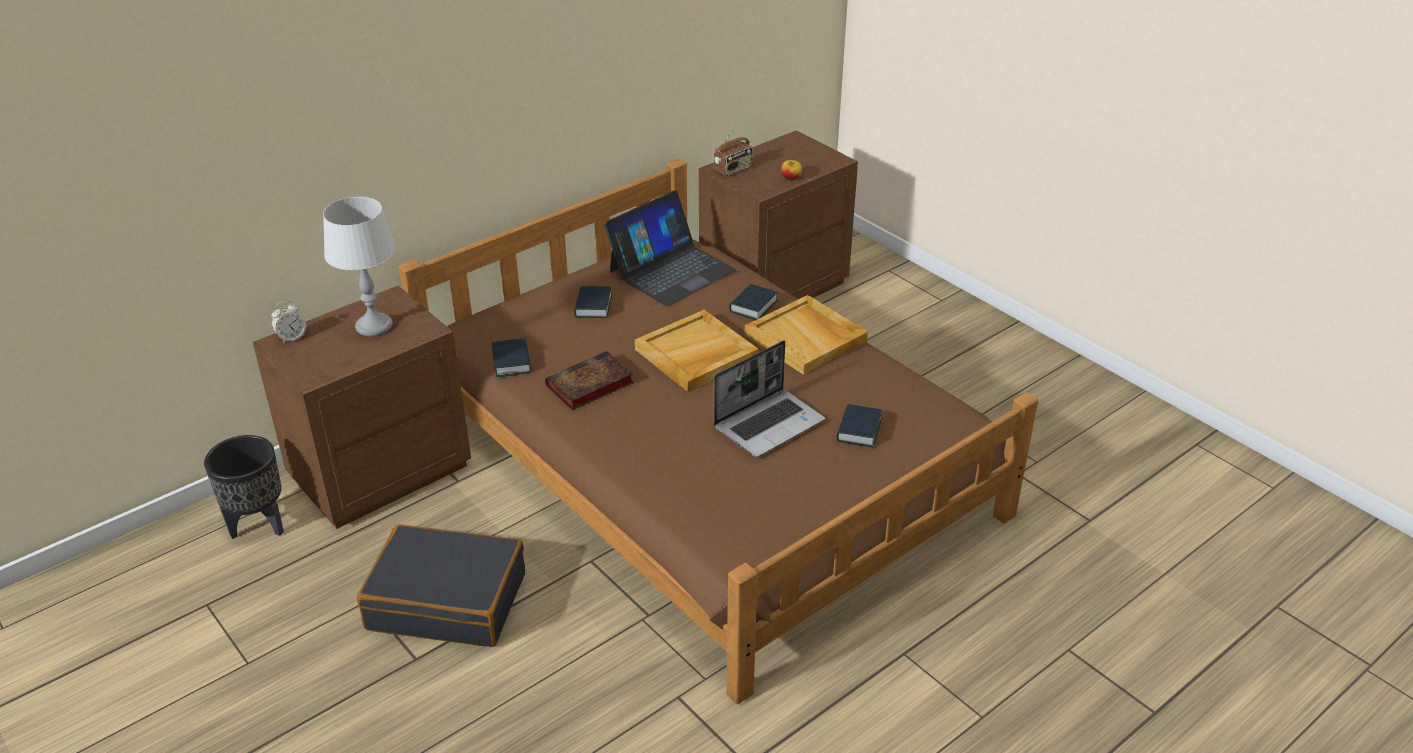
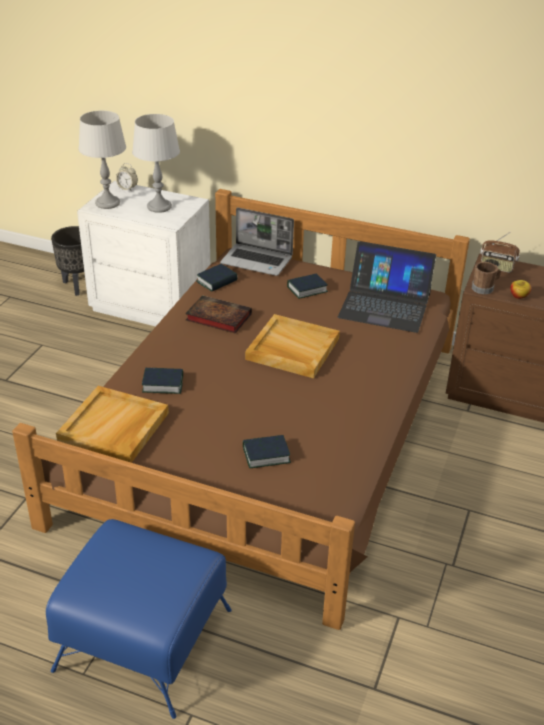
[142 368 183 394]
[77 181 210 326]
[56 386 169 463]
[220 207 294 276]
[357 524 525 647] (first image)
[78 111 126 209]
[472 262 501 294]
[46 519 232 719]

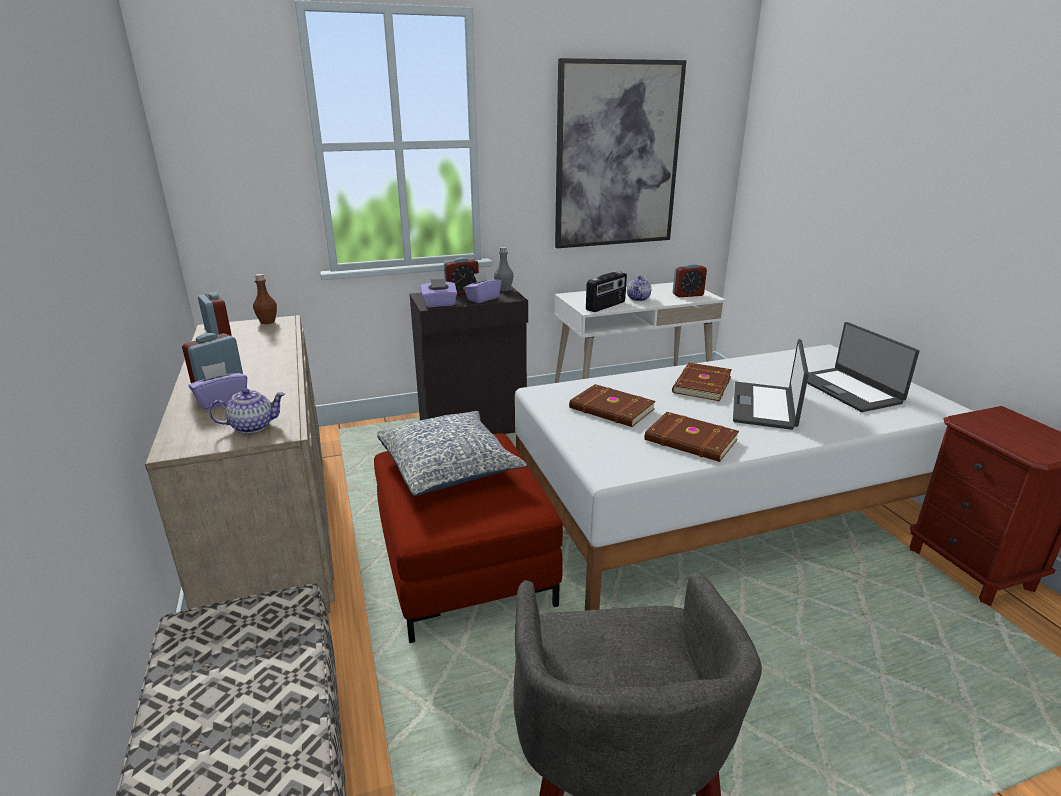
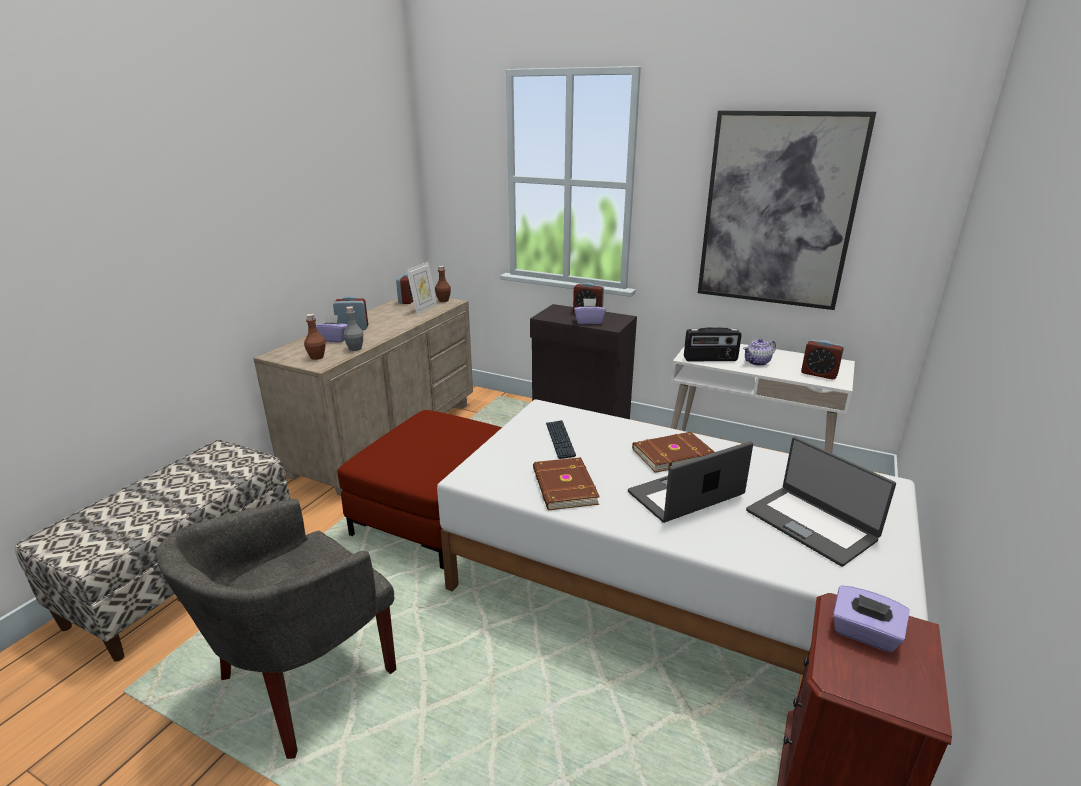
[344 306 363 351]
[833 585 910 652]
[746 437 896 567]
[546 420 576 459]
[304 314 326 360]
[377 411 527 496] (first image)
[407 262 437 314]

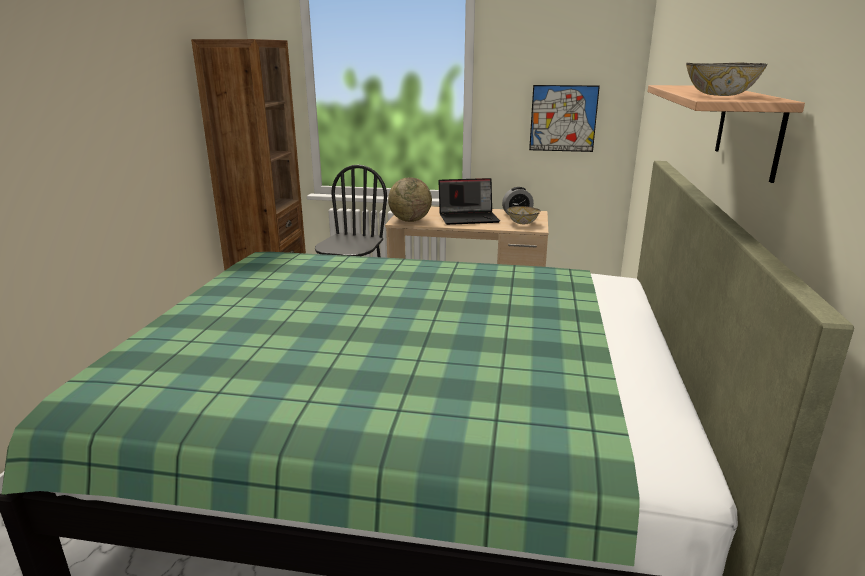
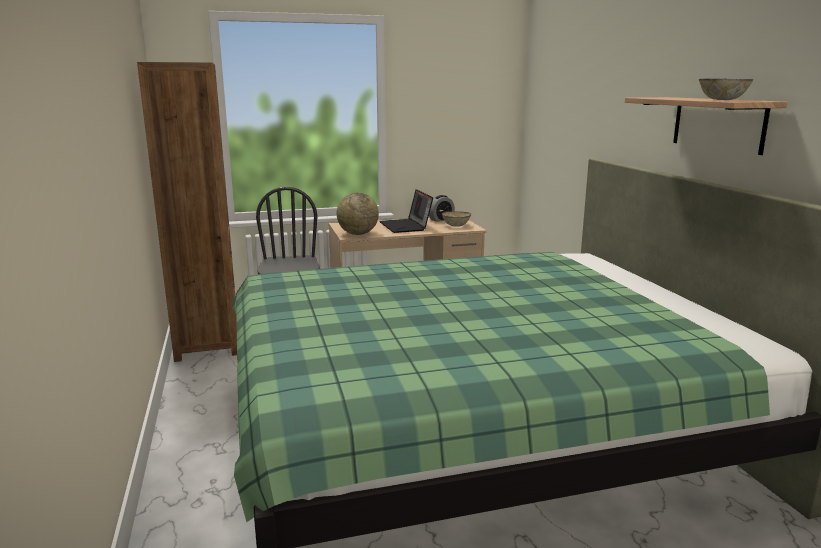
[529 85 600 152] (first image)
[379 189 433 233]

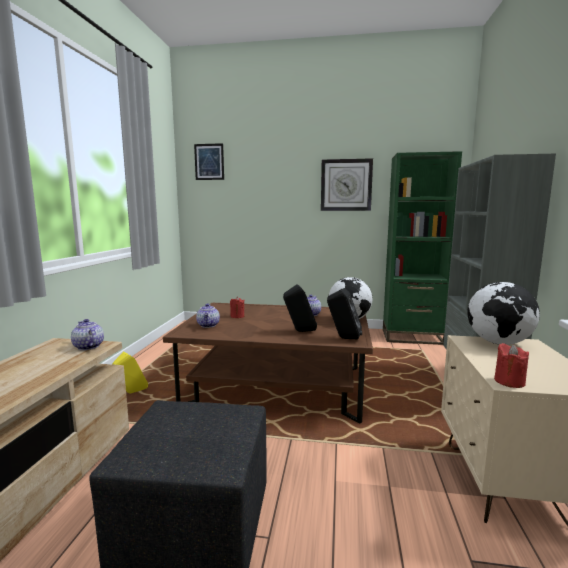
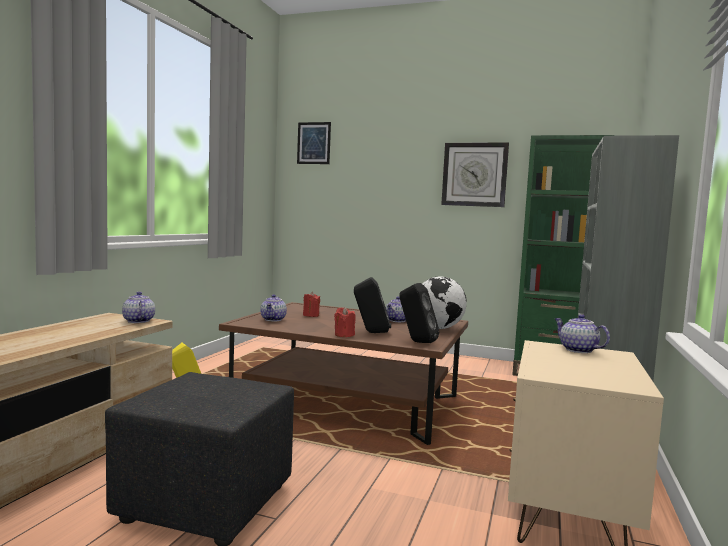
[555 314 610 353]
[334 307 355 337]

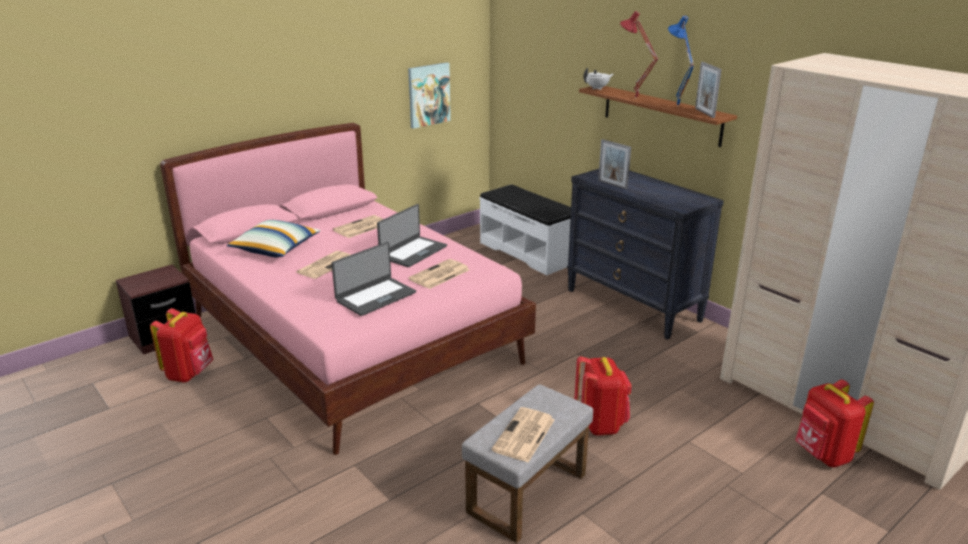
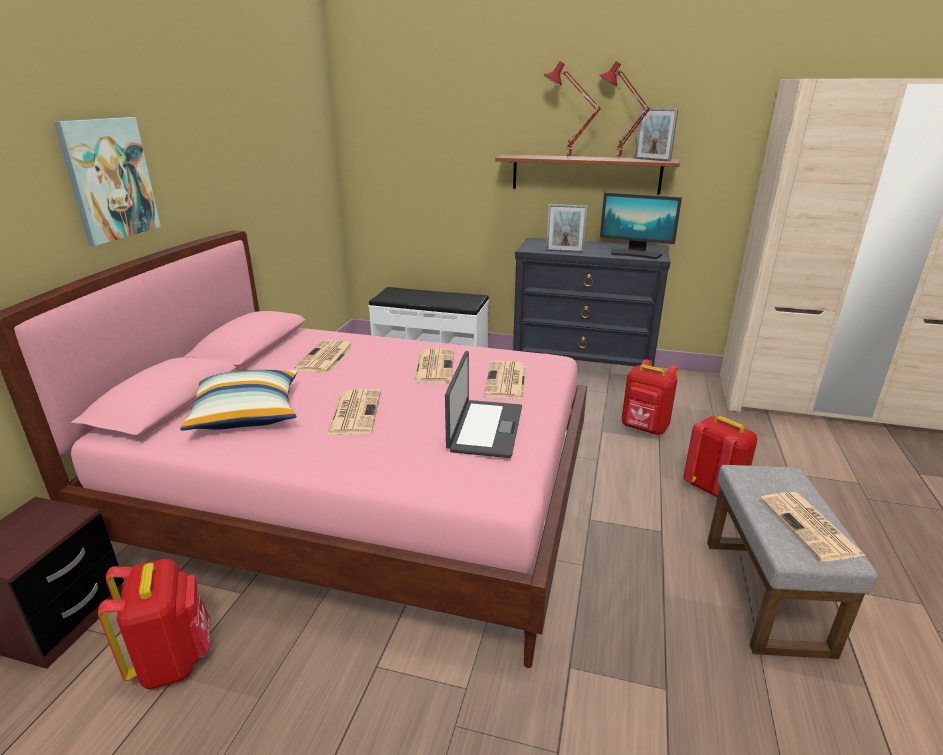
[599 61 651 159]
[54 117 161 246]
[583 68 613 90] (first image)
[413 348 454 383]
[622 359 678 435]
[600 193 682 259]

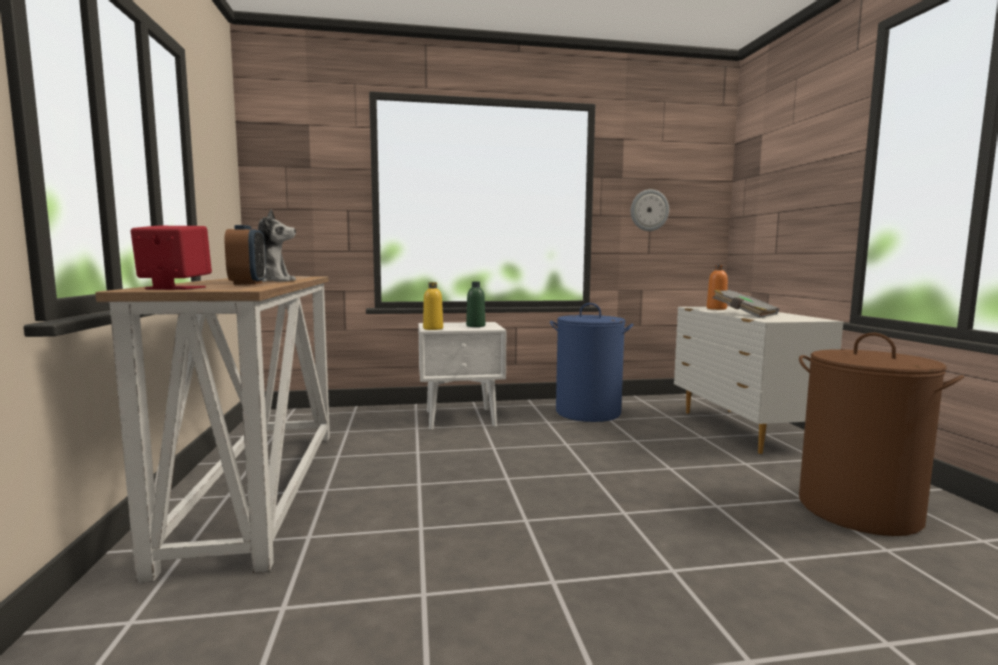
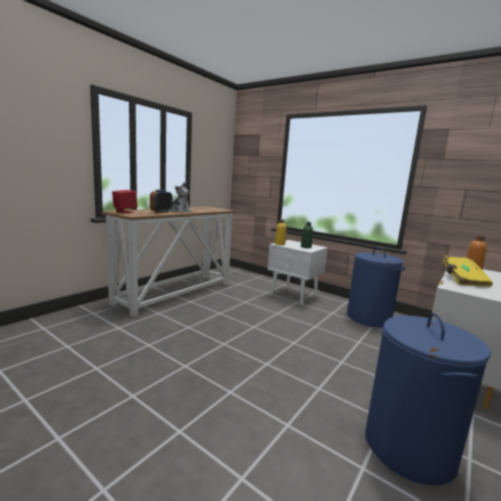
[631 189 669 231] (first image)
[442 255 493 287]
[365 313 491 485]

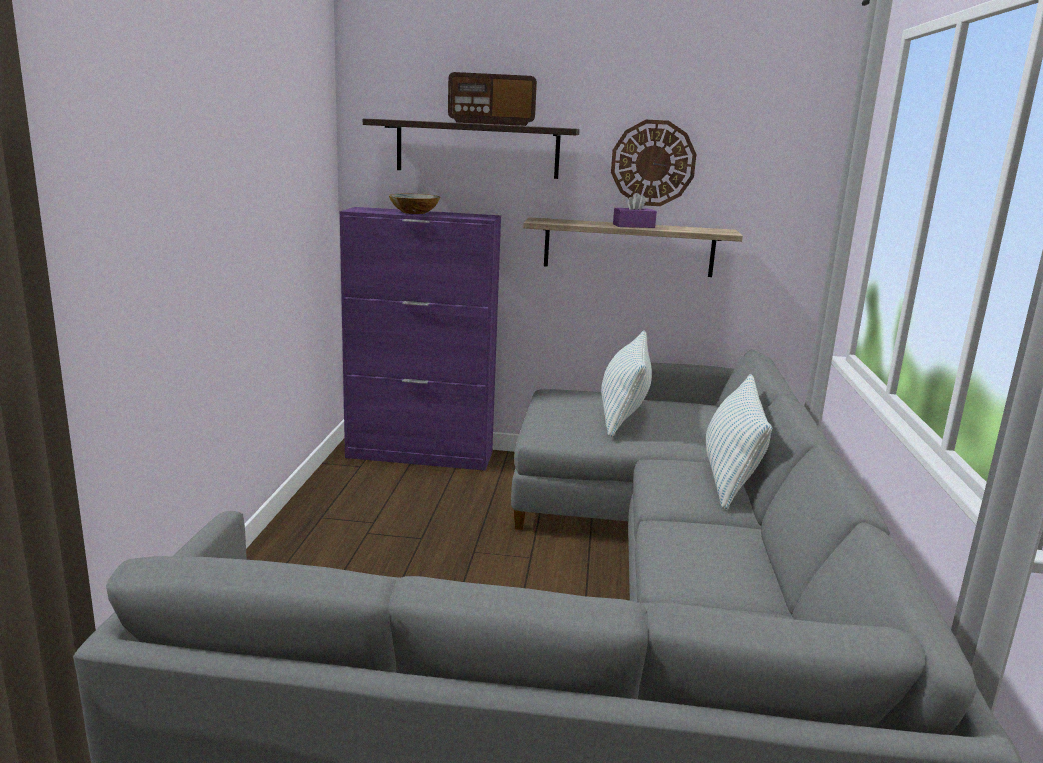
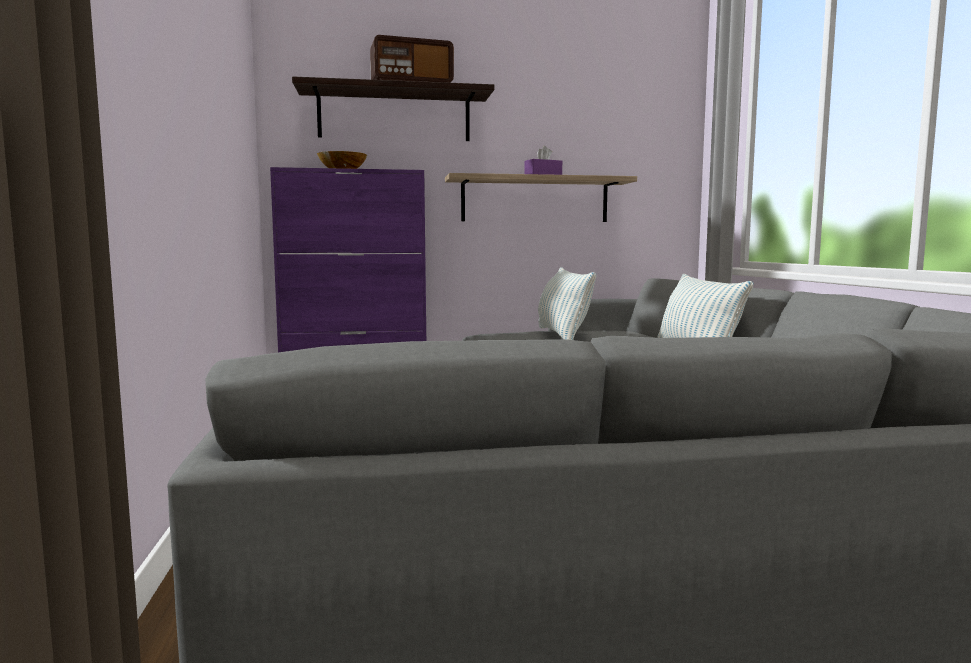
[611 120 696 206] (first image)

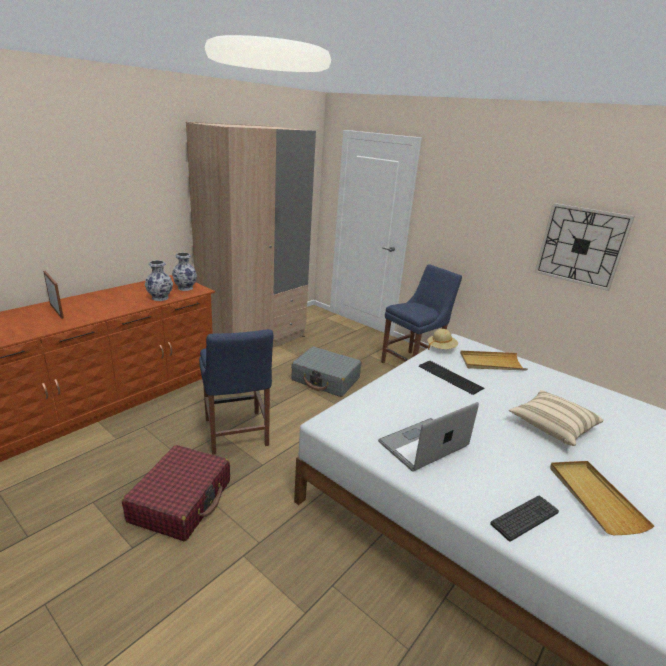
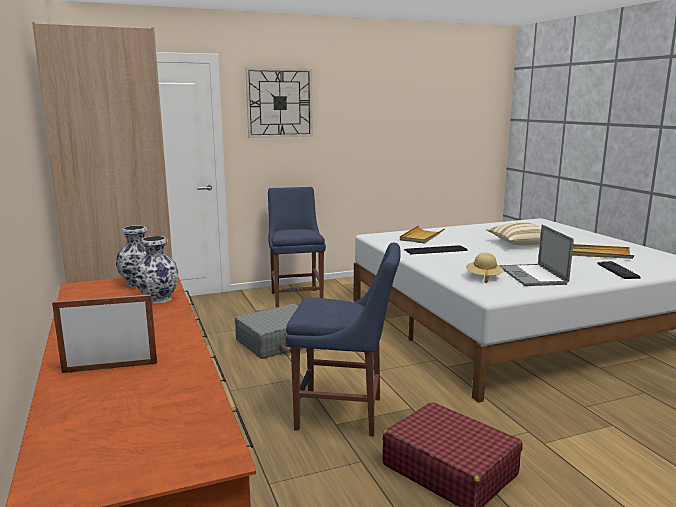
[246 67 313 138]
[466 253 503 283]

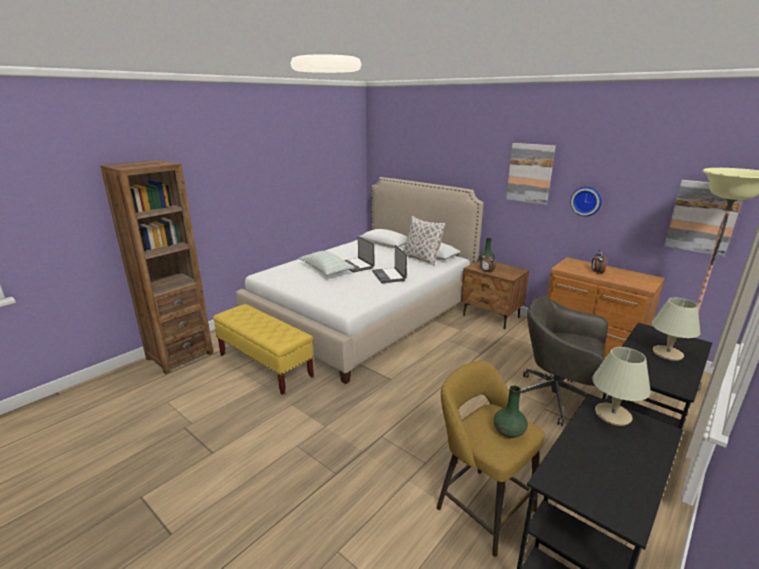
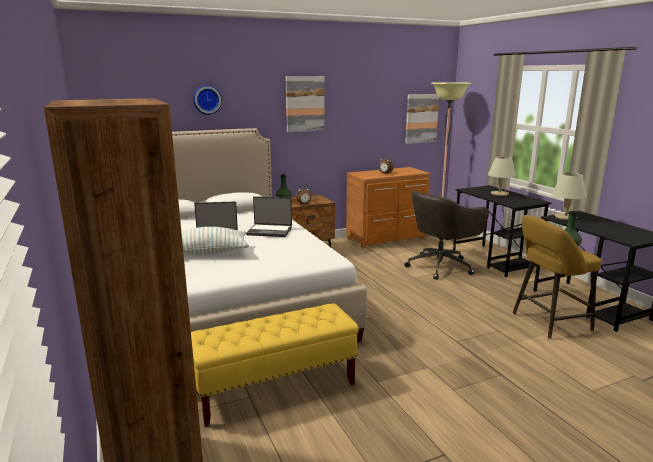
[193 85 222 115]
[403 216 446 265] (first image)

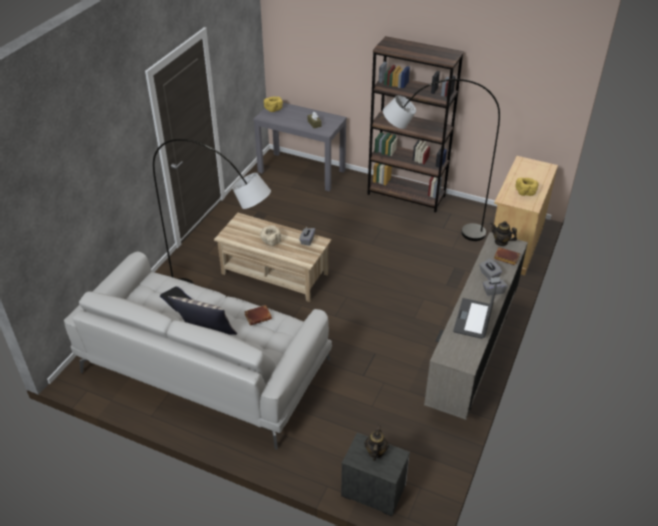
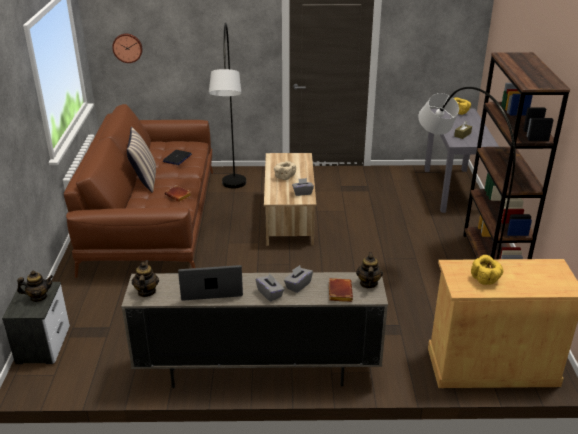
[64 104 213 278]
[112 33 143 63]
[132 260 159 297]

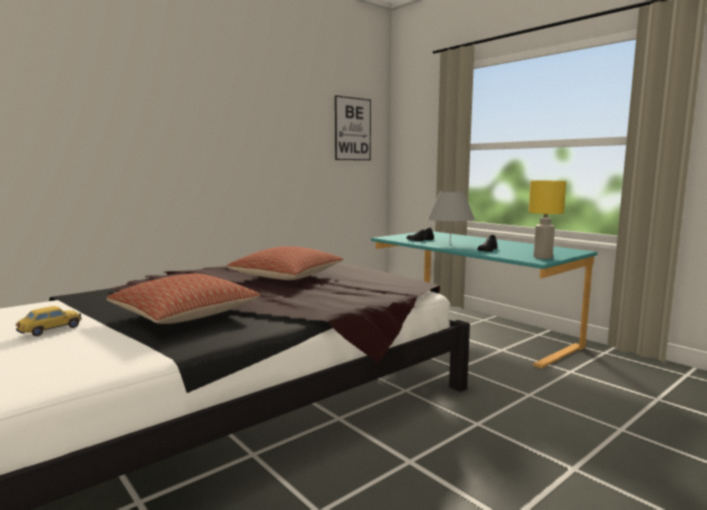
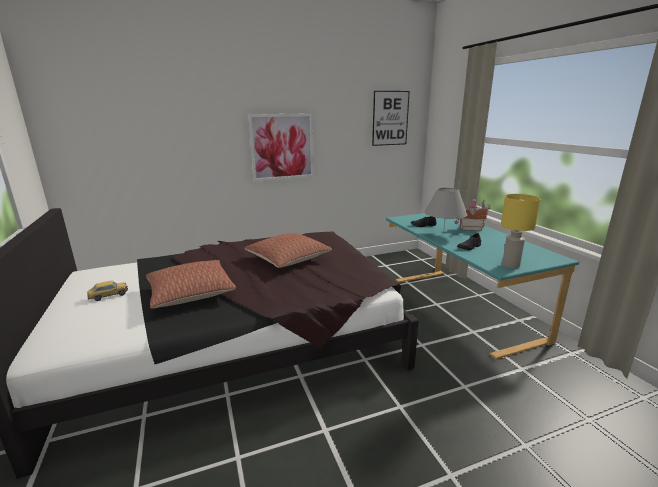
[248 113 314 181]
[455 197 490 231]

